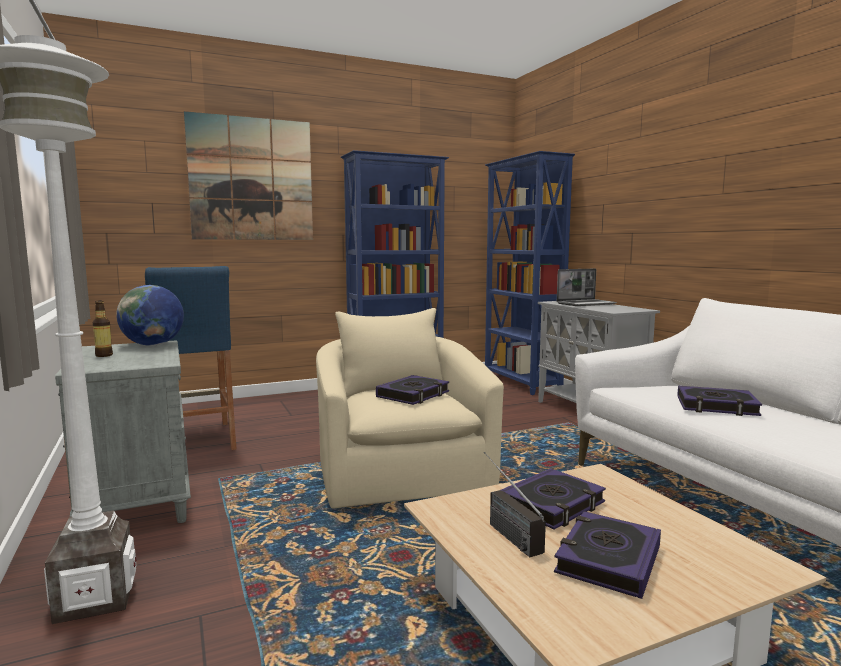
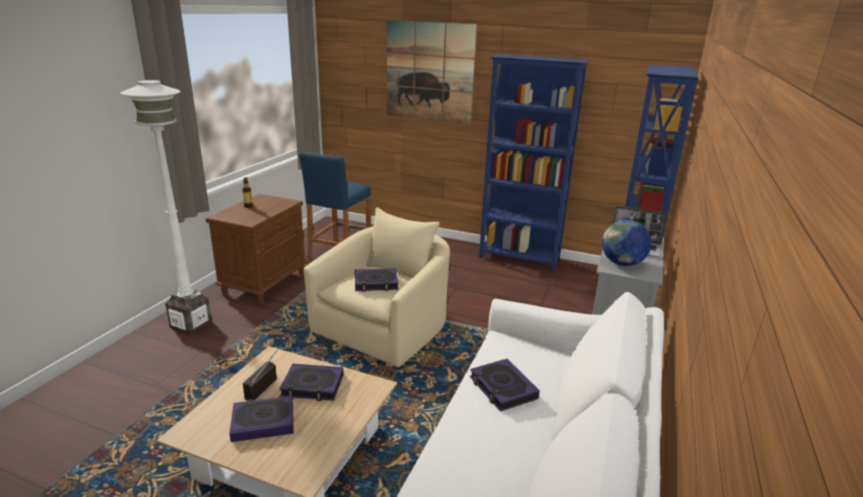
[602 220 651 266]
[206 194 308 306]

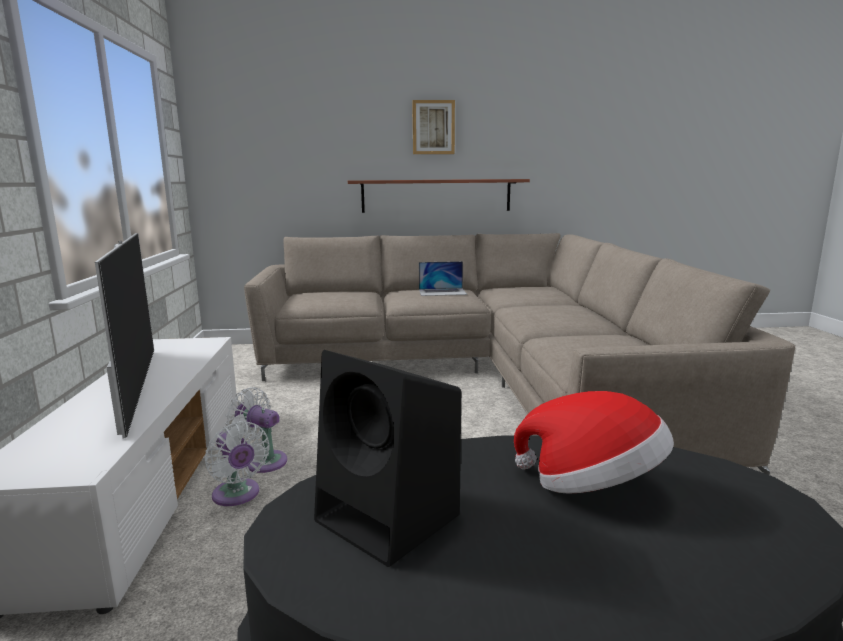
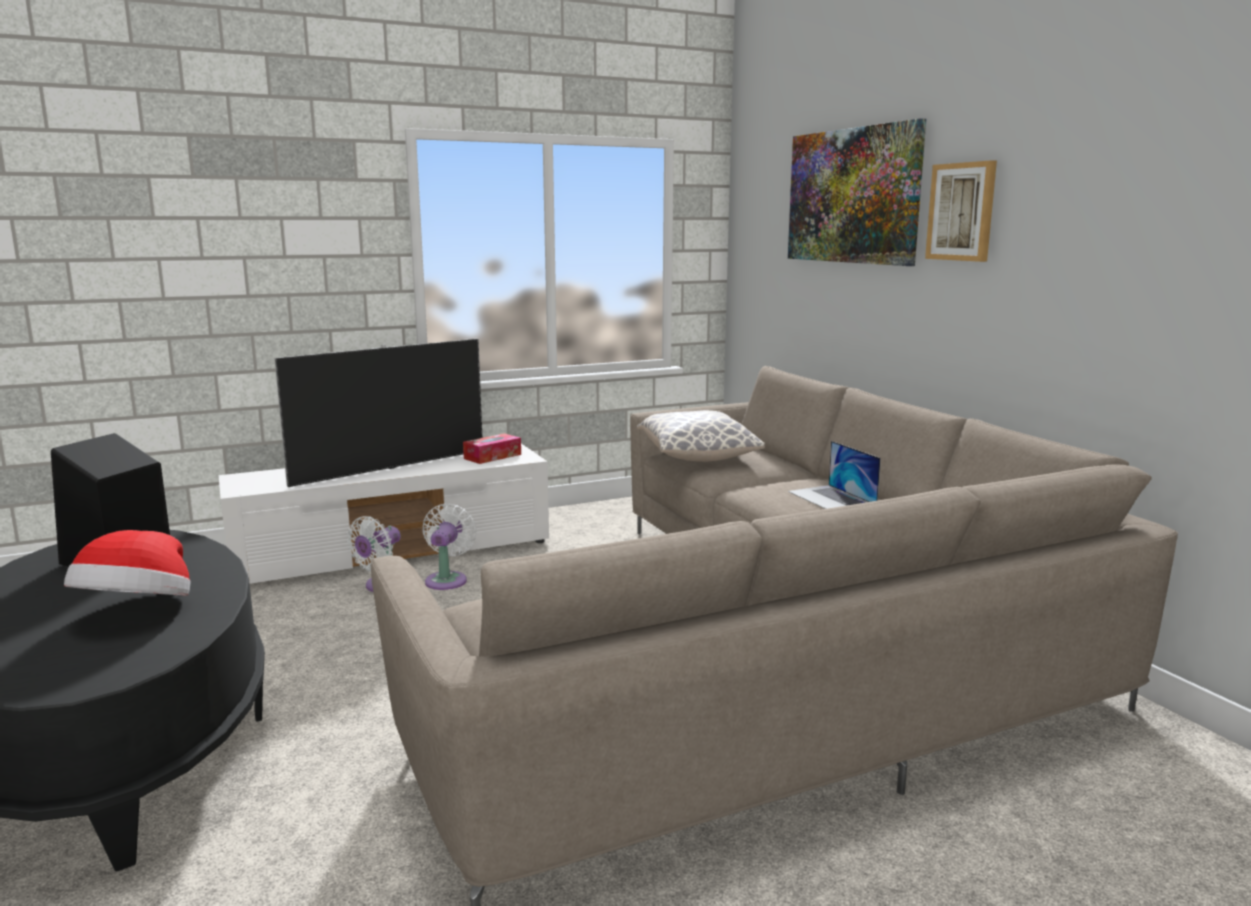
[348 179 530 213] (first image)
[788 118 926 266]
[637 410 765 462]
[463 433 521 464]

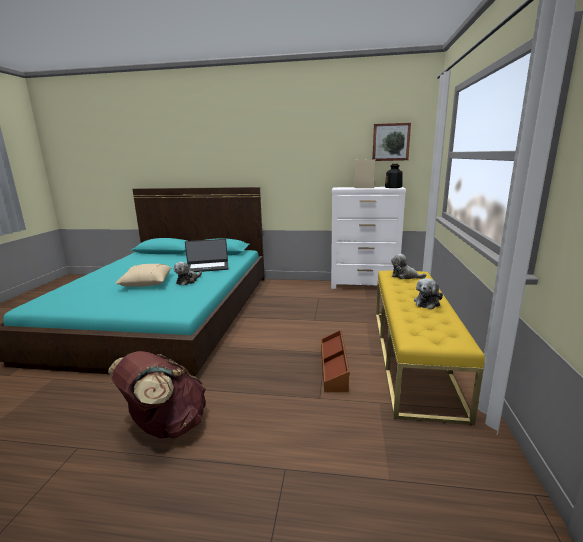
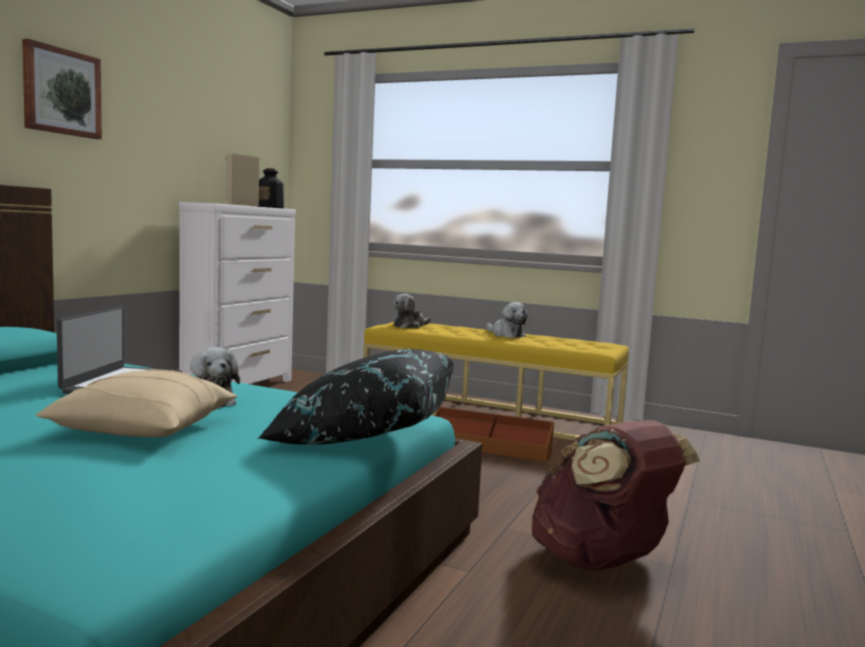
[22 39 102 139]
[257 349 454 445]

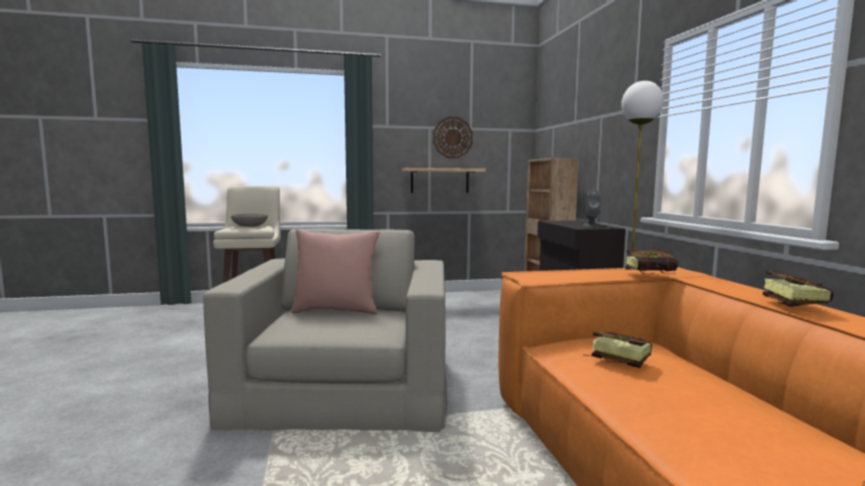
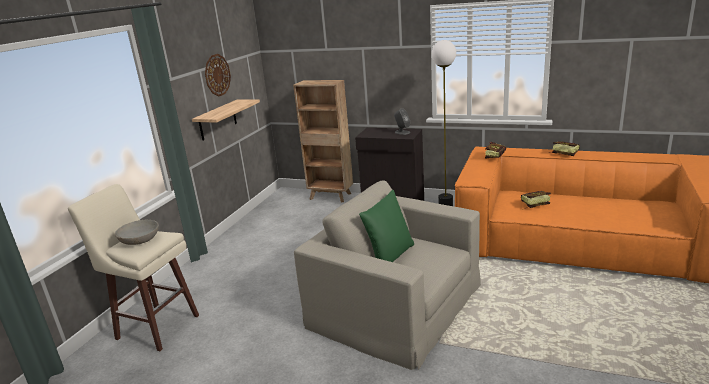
[359 190 414 262]

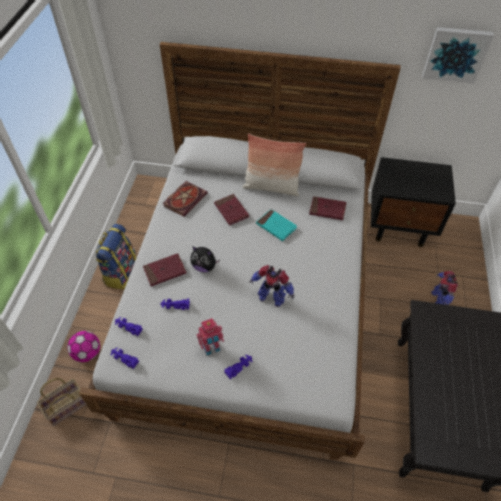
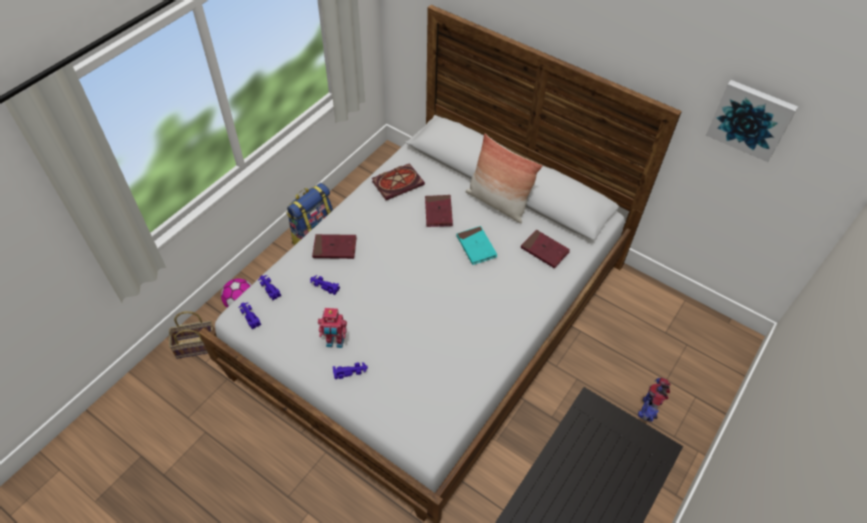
[371 157 456 247] (first image)
[190 246 220 272] (first image)
[249 265 294 307] (first image)

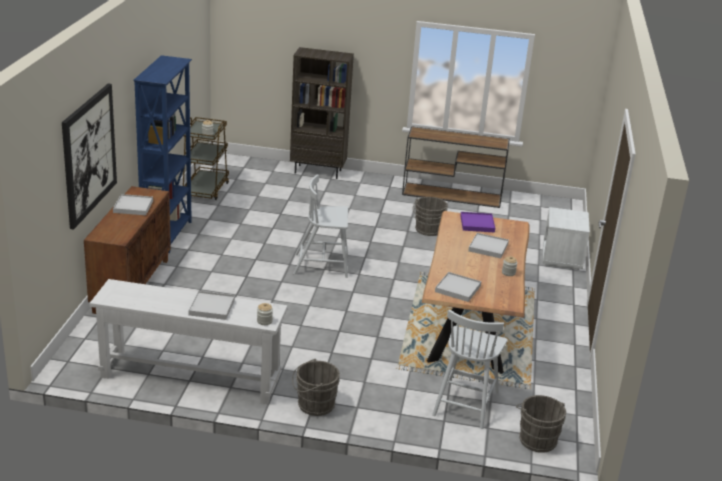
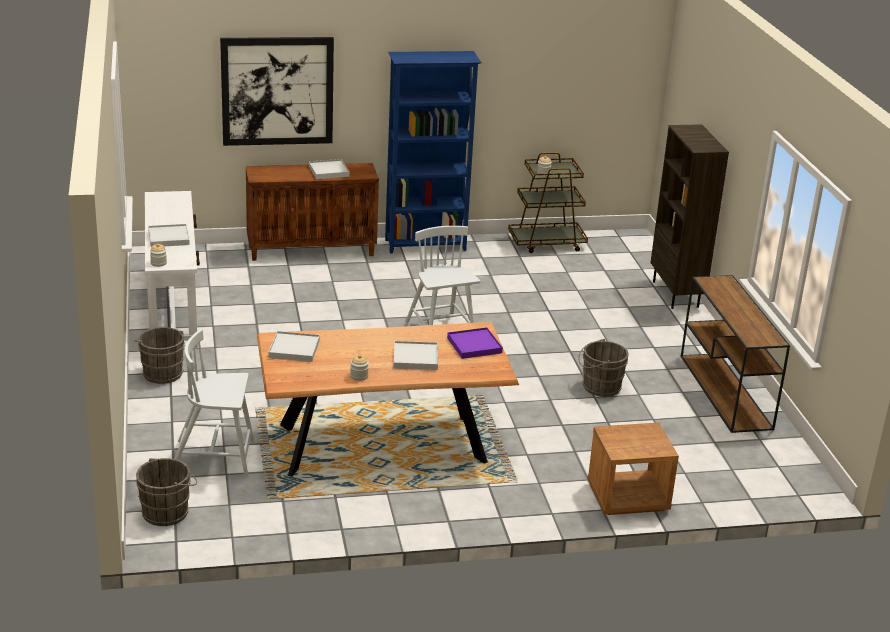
[587 423 679 515]

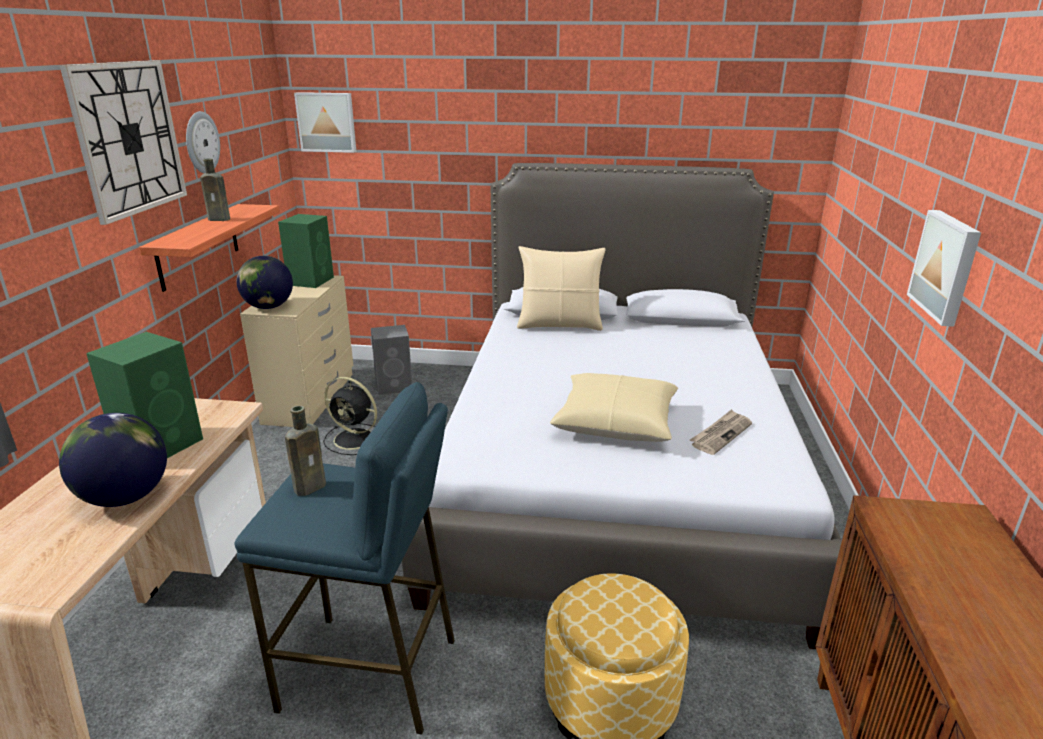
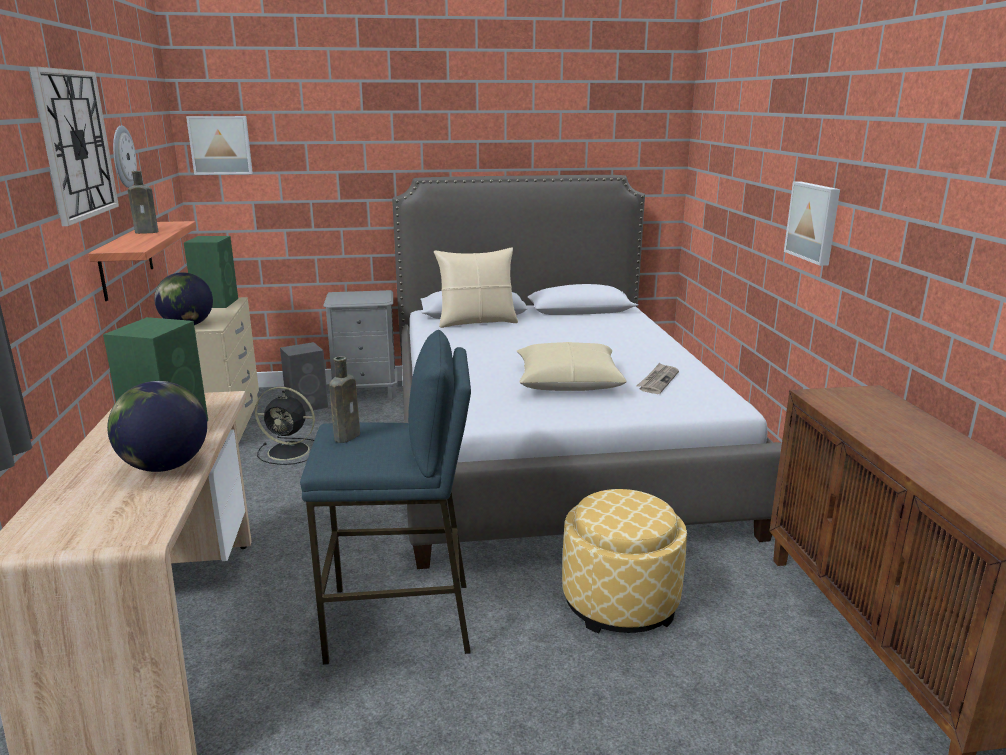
[323 290 397 399]

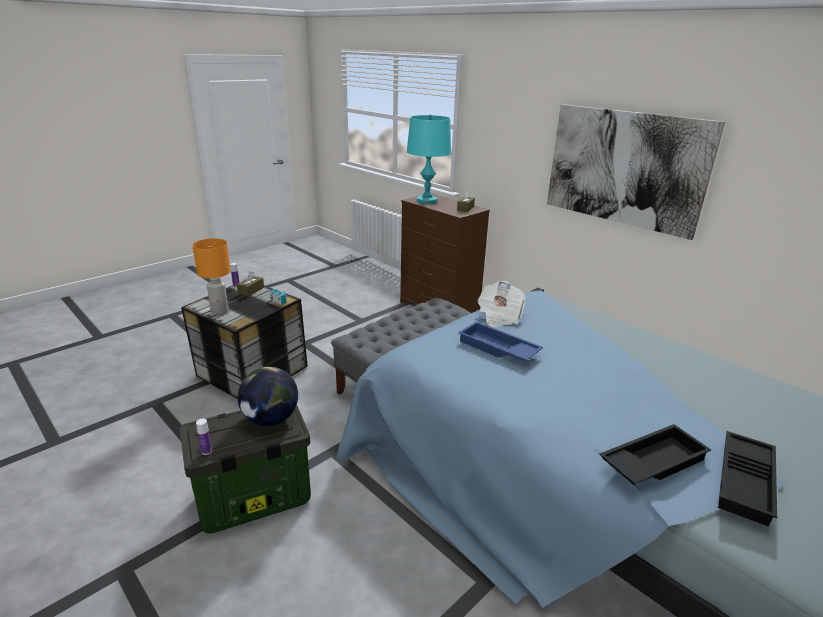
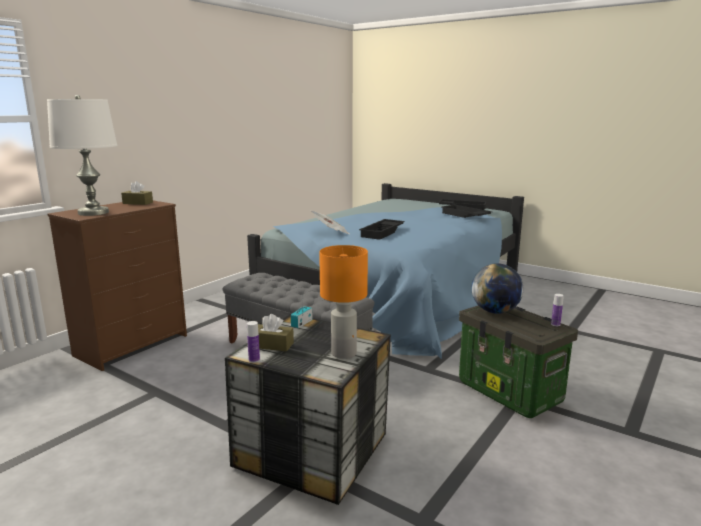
[547 104 725 240] (first image)
[47 95 117 216]
[359 219 405 240]

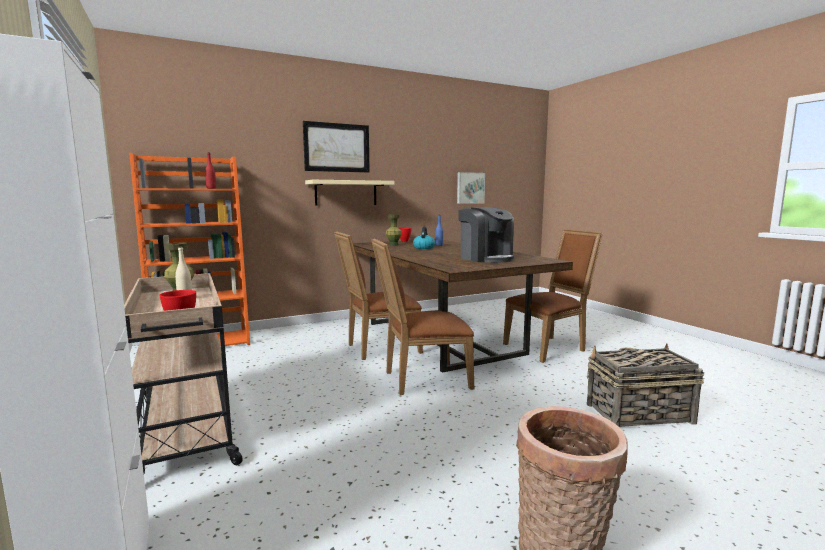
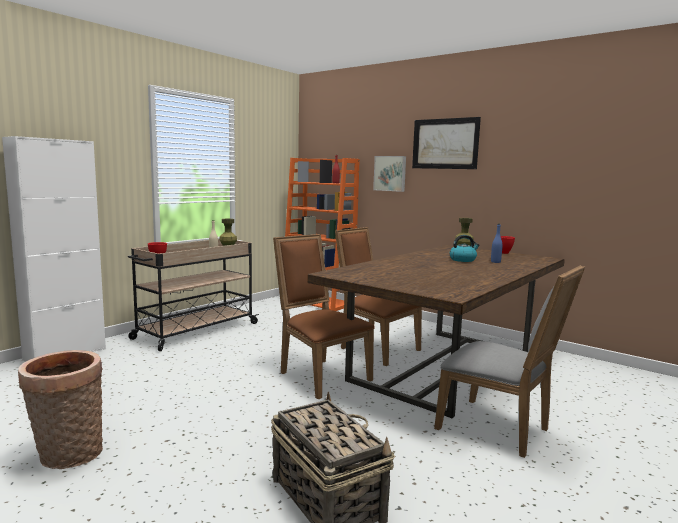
[373 156 406 192]
[305 180 395 206] (first image)
[458 207 514 263] (first image)
[434 265 585 458]

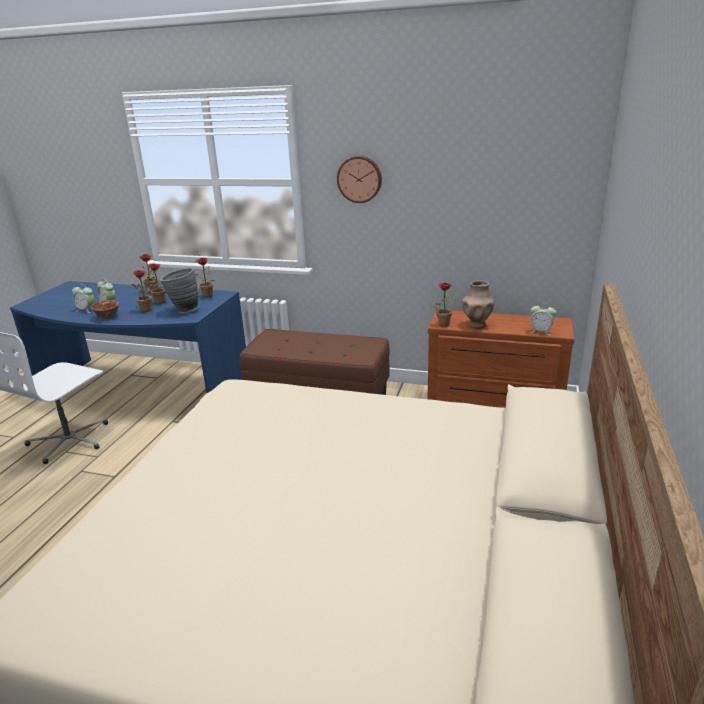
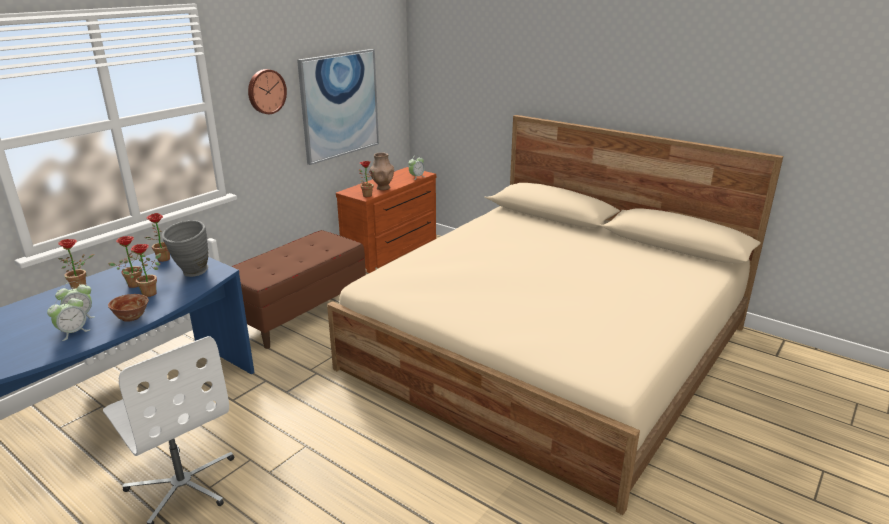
[297 49 379 165]

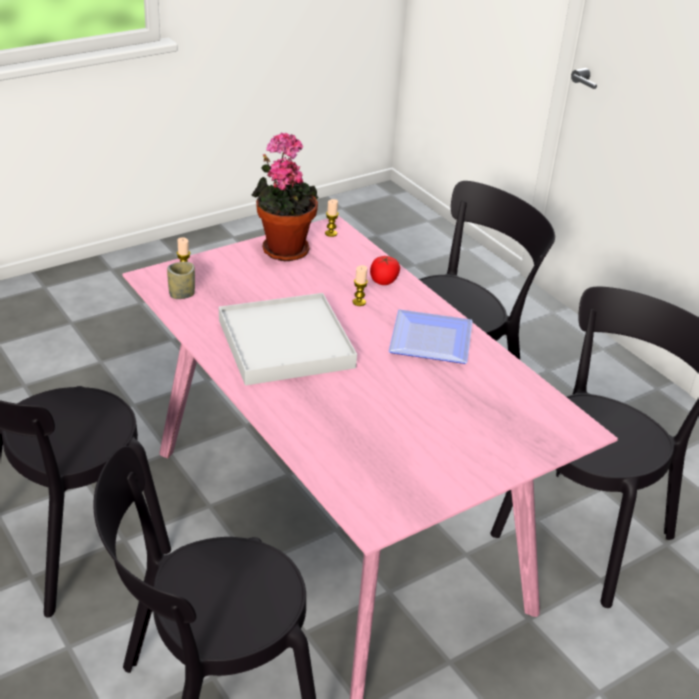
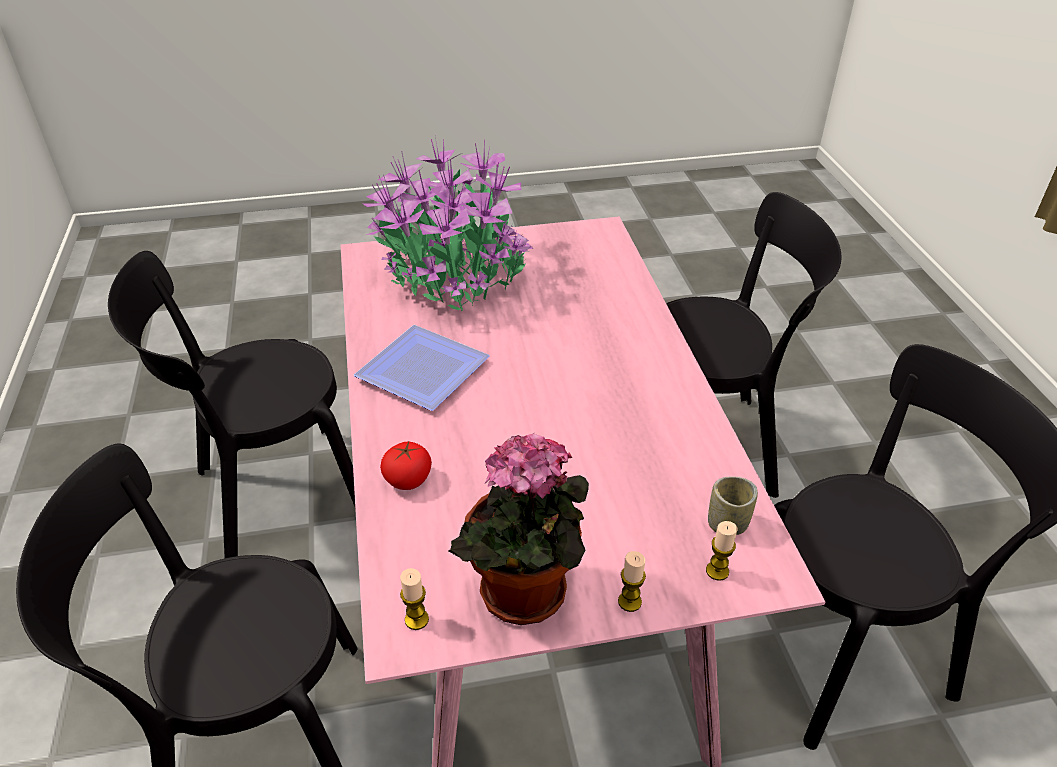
[618 551 646 612]
[219 293 357 386] (first image)
[363 137 533 311]

